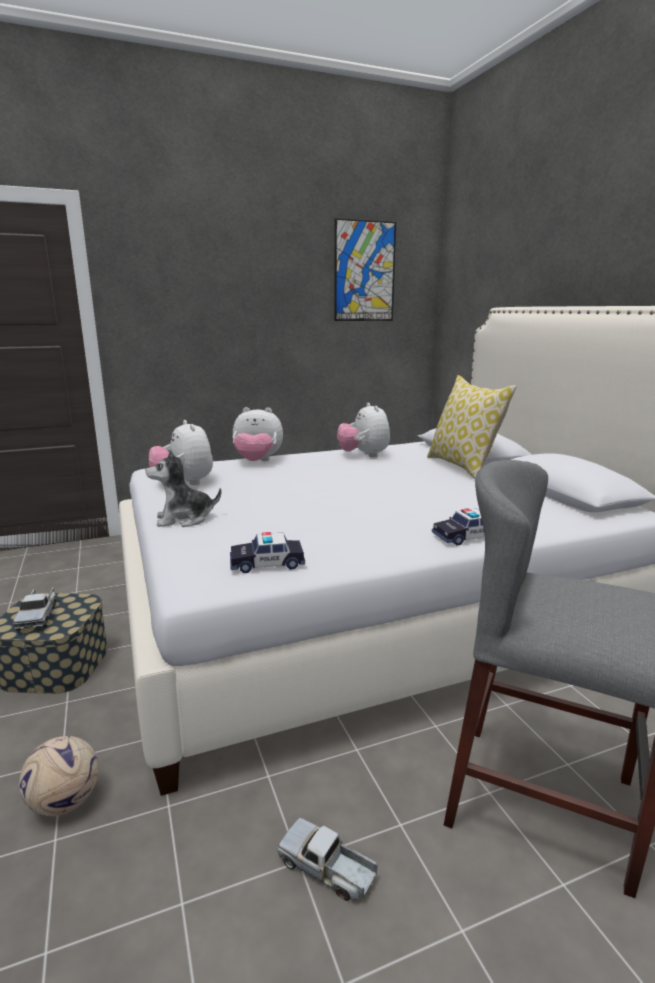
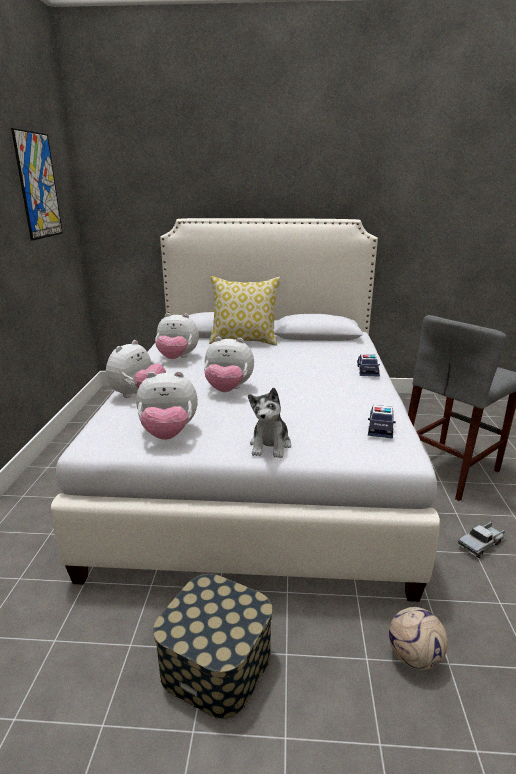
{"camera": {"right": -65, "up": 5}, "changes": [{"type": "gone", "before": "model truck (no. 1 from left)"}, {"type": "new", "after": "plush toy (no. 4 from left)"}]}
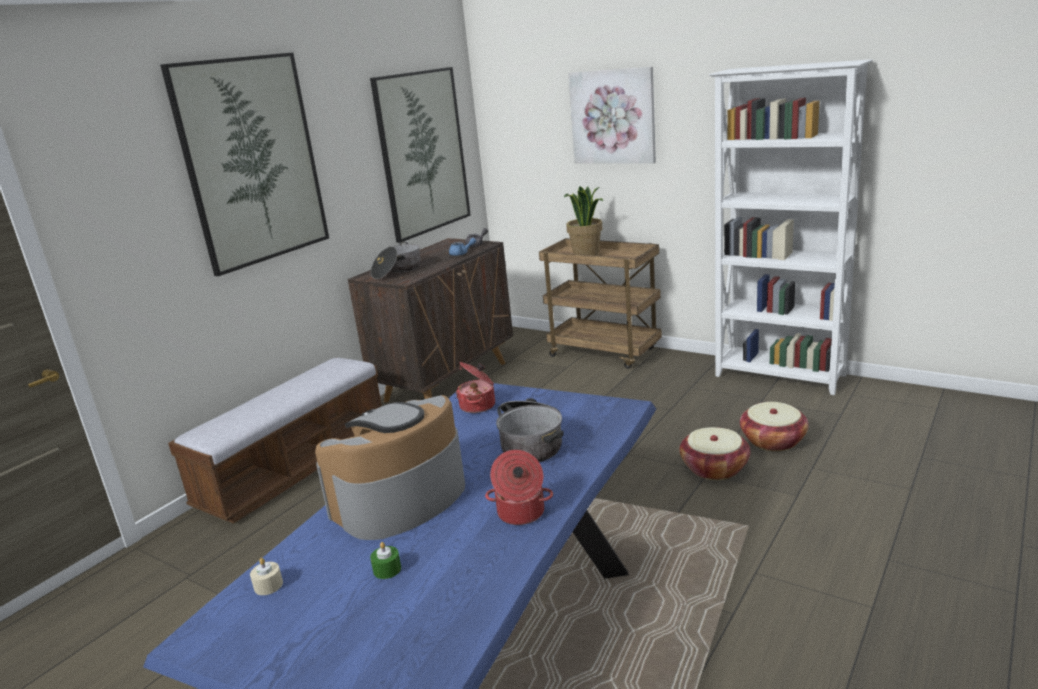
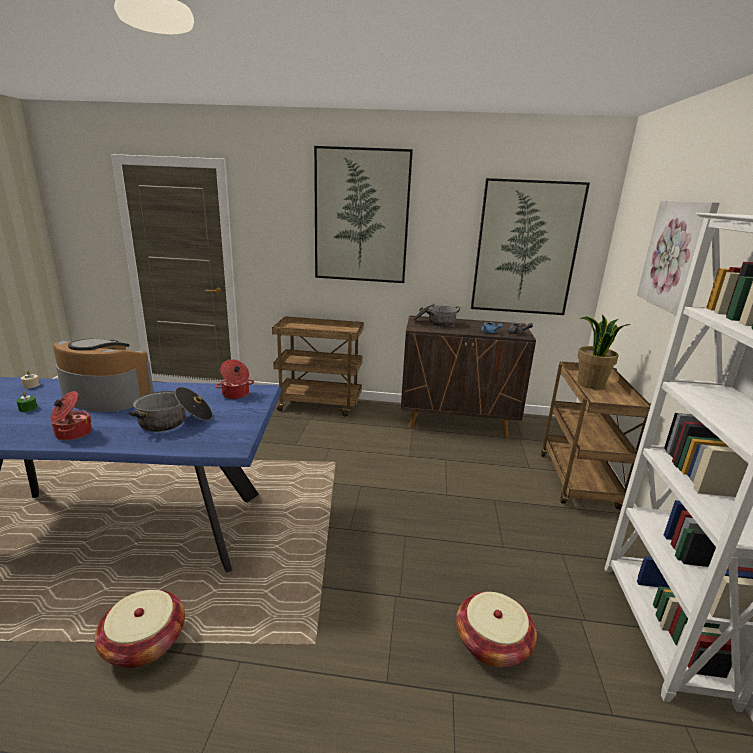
{"camera": {"right": 60, "up": 0}, "changes": [{"type": "shifted", "before": "storage basket (no. 1 from left)"}, {"type": "swapped", "before": "long seat", "after": "cart in brownish (no. 1 from left)"}]}
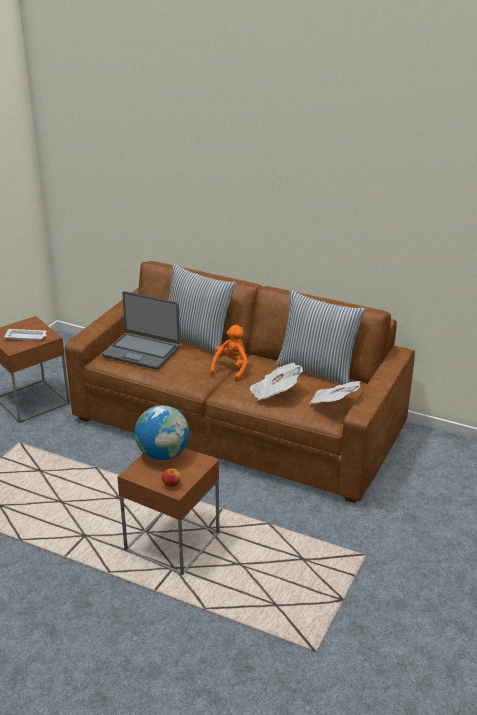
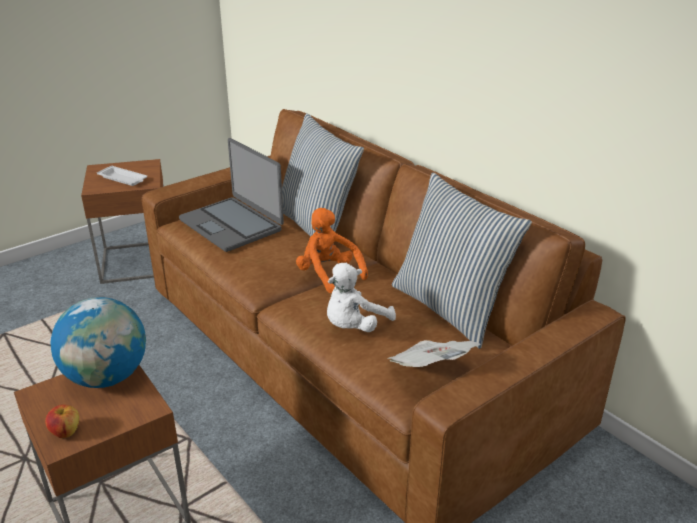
{"camera": {"right": 25, "up": 0}, "changes": [{"type": "swapped", "before": "daily paper (no. 1 from left)", "after": "plush toy in white-coloured"}, {"type": "rotated", "before": "plush toy in orangey", "turn": -90}]}
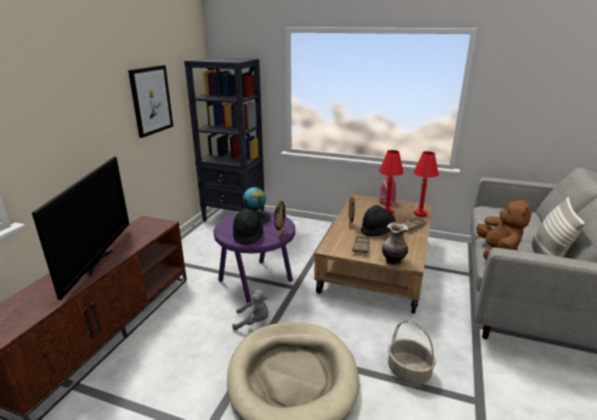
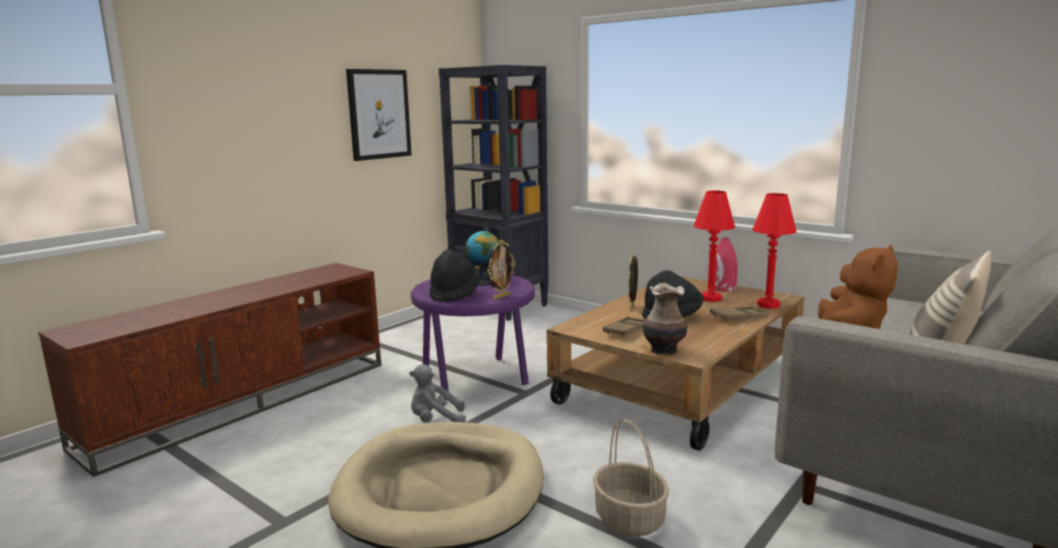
{"camera": {"right": 20, "up": -10}, "changes": [{"type": "gone", "before": "TV"}, {"type": "rotated", "before": "plush toy in grey", "turn": 150}]}
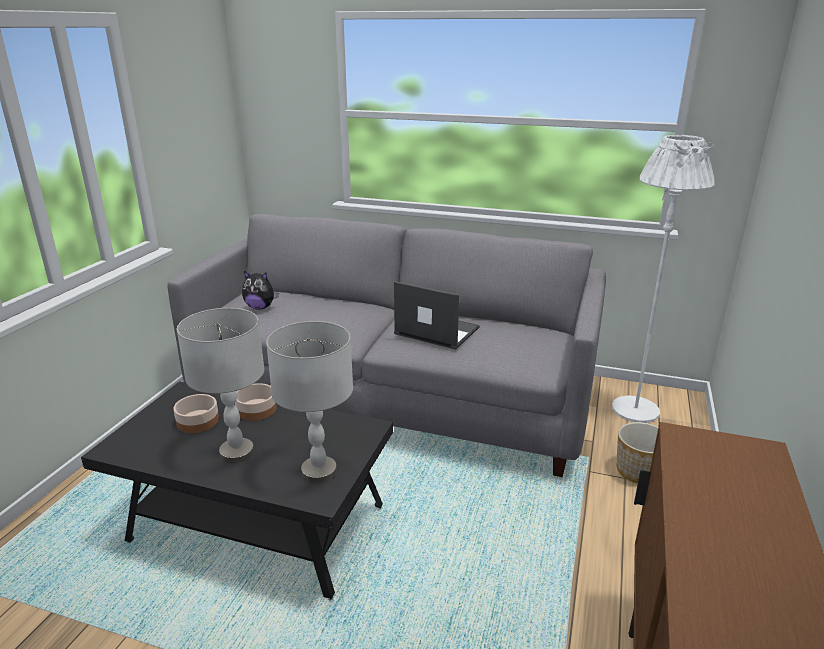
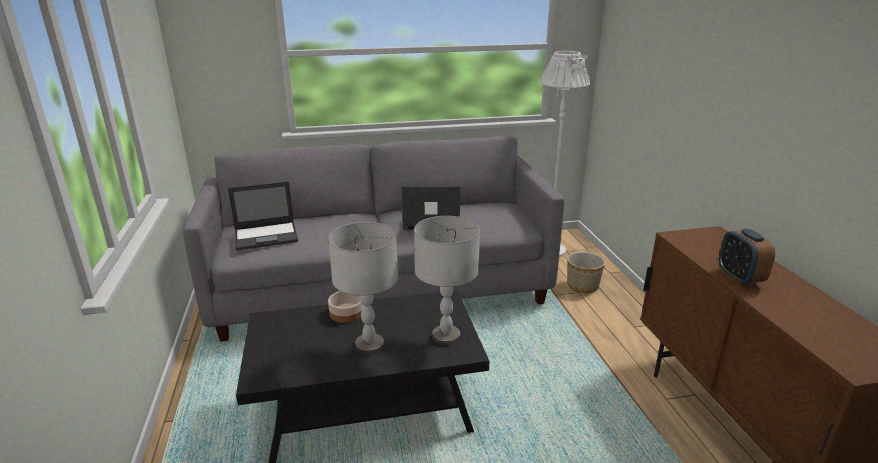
{"camera": {"right": -30, "up": 0}, "changes": [{"type": "gone", "before": "deep dish (no. 1 from left)"}, {"type": "new", "after": "bedside clock"}, {"type": "swapped", "before": "plush toy", "after": "notebook computer (no. 1 from left)"}]}
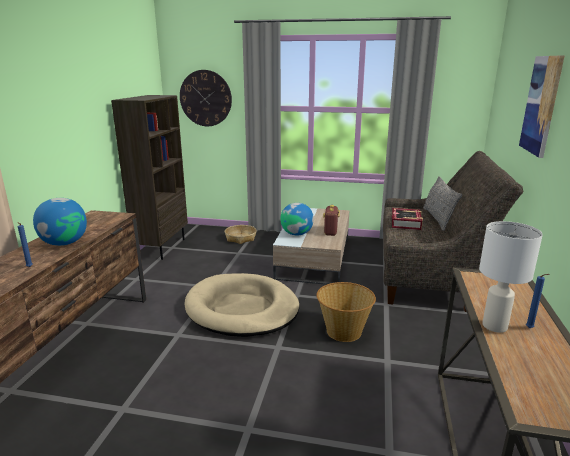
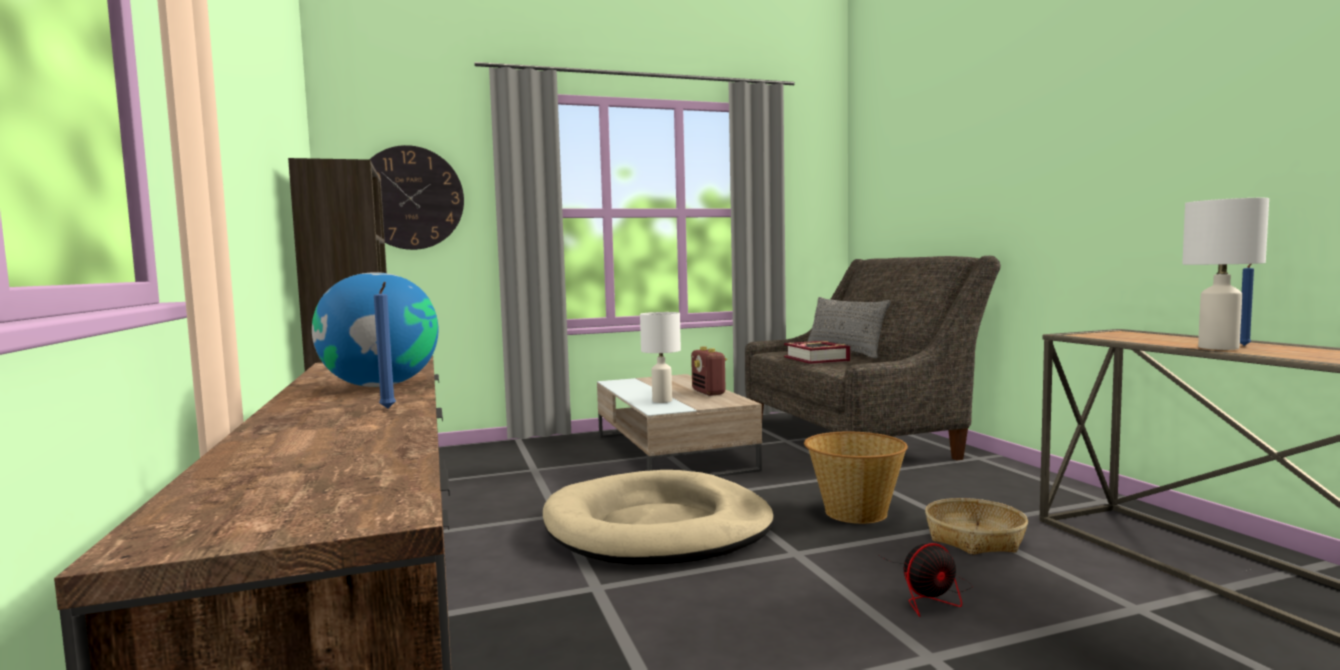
{"camera": {"right": -30, "up": -15}, "changes": [{"type": "gone", "before": "picture"}, {"type": "new", "after": "electric fan"}, {"type": "shifted", "before": "storage basket (no. 1 from left in the first image)", "after": "storage basket (no. 2 from left)"}, {"type": "swapped", "before": "globe (no. 2 from left)", "after": "lamp for a table in white-coloured (no. 1 from left)"}]}
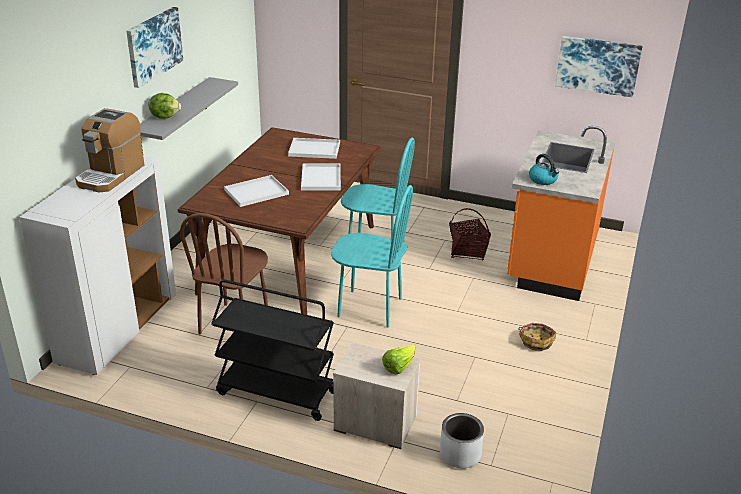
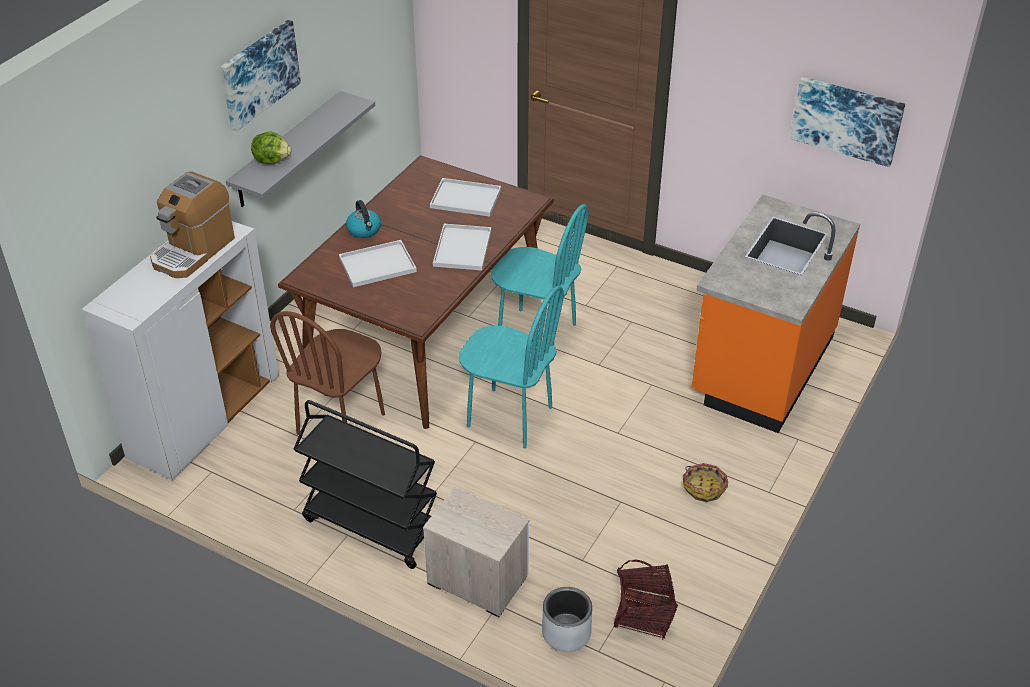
{"camera": {"right": 10, "up": 10}, "changes": [{"type": "gone", "before": "head of lettuce (no. 2 from left)"}, {"type": "shifted", "before": "storage basket (no. 1 from left)"}, {"type": "shifted", "before": "water kettle"}]}
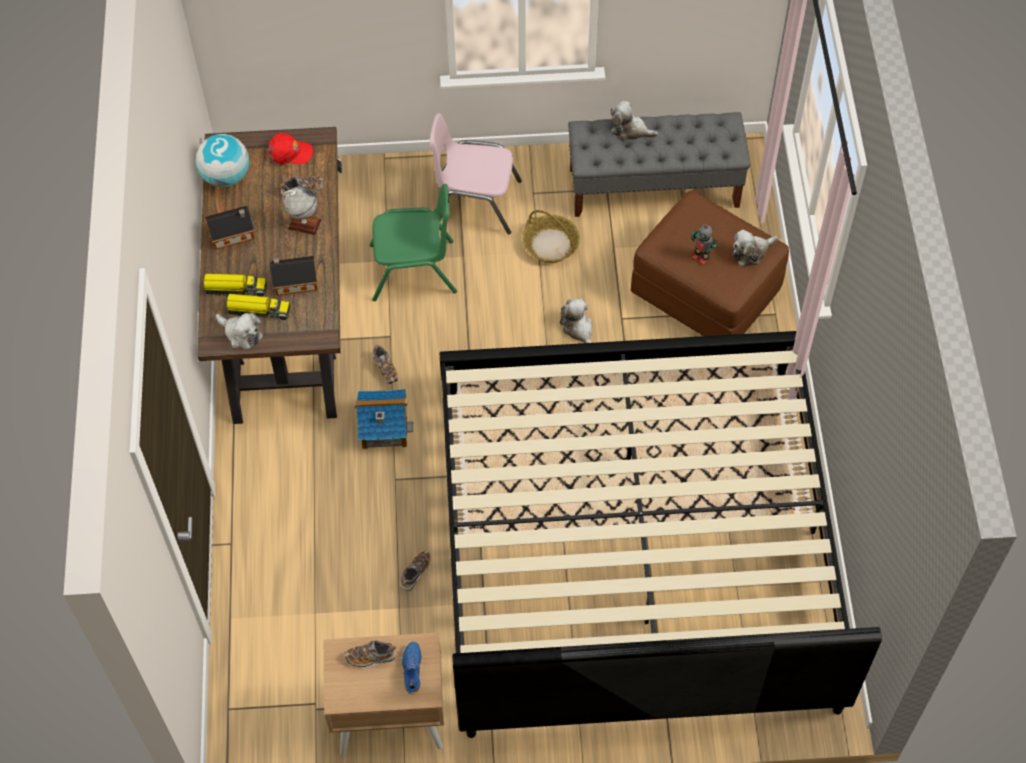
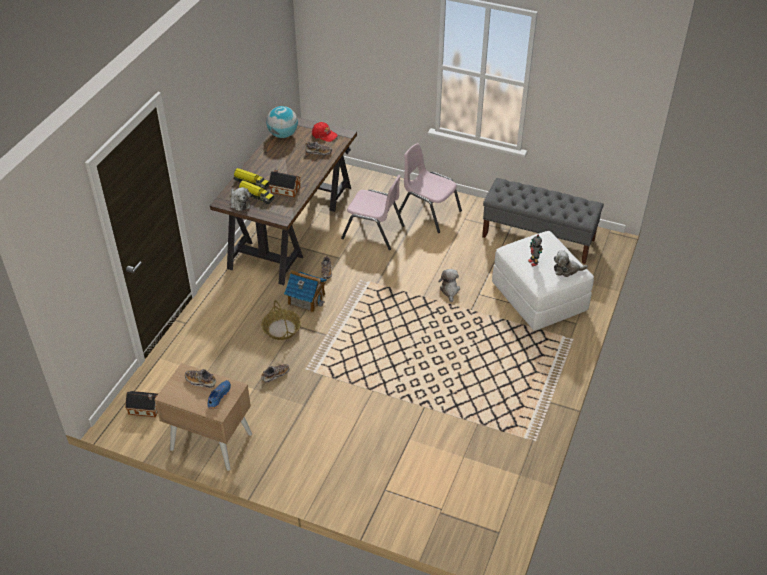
{"camera": {"right": 25, "up": -15}, "changes": [{"type": "gone", "before": "globe (no. 2 from left)"}, {"type": "gone", "before": "sleeping bed"}, {"type": "gone", "before": "plush toy (no. 3 from left)"}, {"type": "shifted", "before": "toy house (no. 1 from left)"}, {"type": "shifted", "before": "storage basket"}, {"type": "repainted", "before": "plain chair in green-coloured", "after": "plain chair in pink-coloured (no. 1 from left)"}, {"type": "repainted", "before": "footrest in brownish", "after": "footrest in white-coloured"}]}
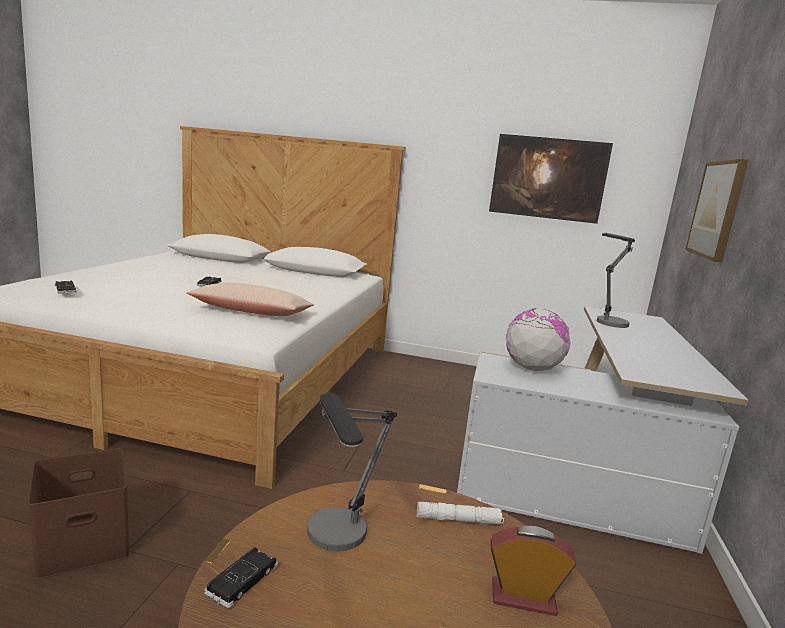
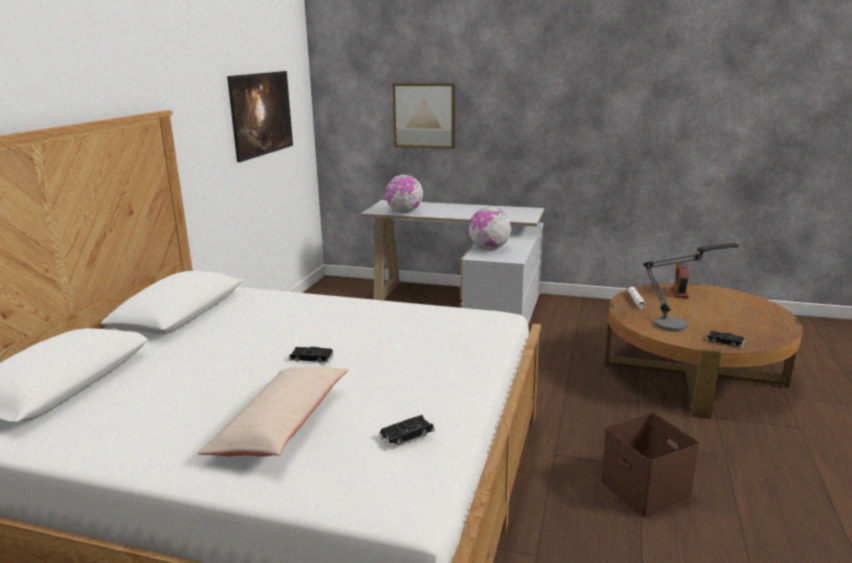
{"camera": {"right": -85, "up": 5}, "changes": [{"type": "shifted", "before": "throw pillow in beige"}, {"type": "swapped", "before": "lamp for a table (no. 2 from left)", "after": "globe (no. 1 from left)"}]}
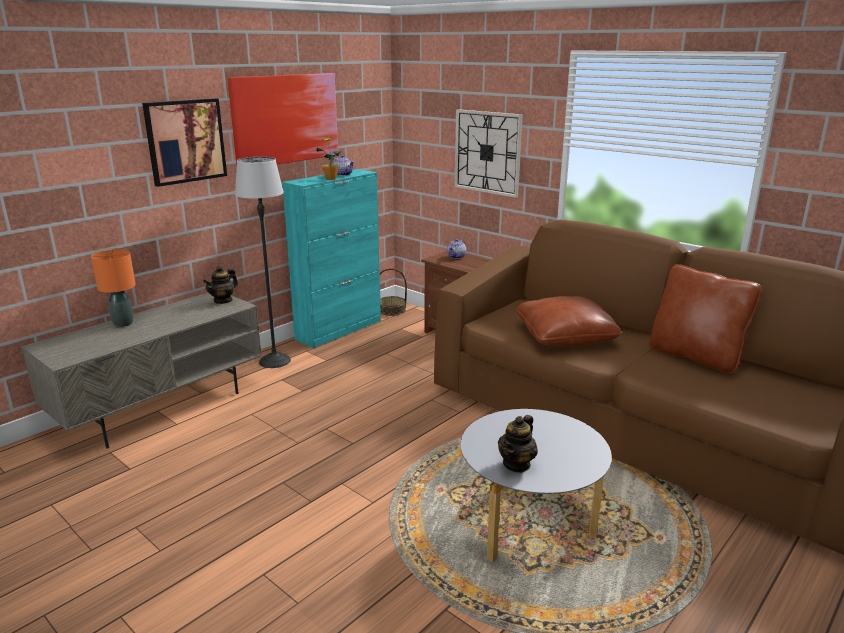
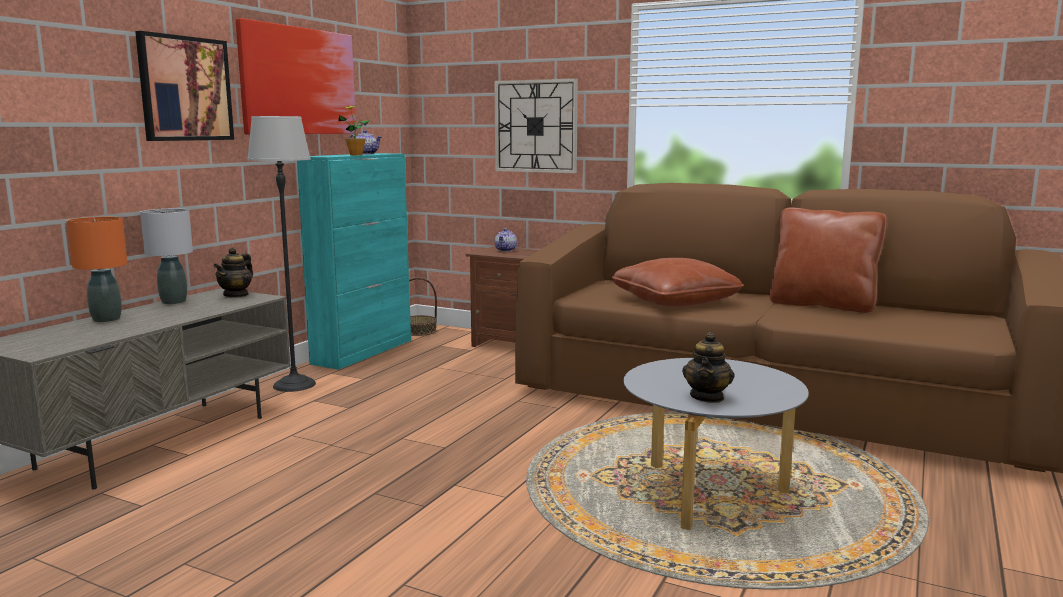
{"camera": {"right": -15, "up": -10}, "changes": [{"type": "new", "after": "lamp for a table in grey"}]}
